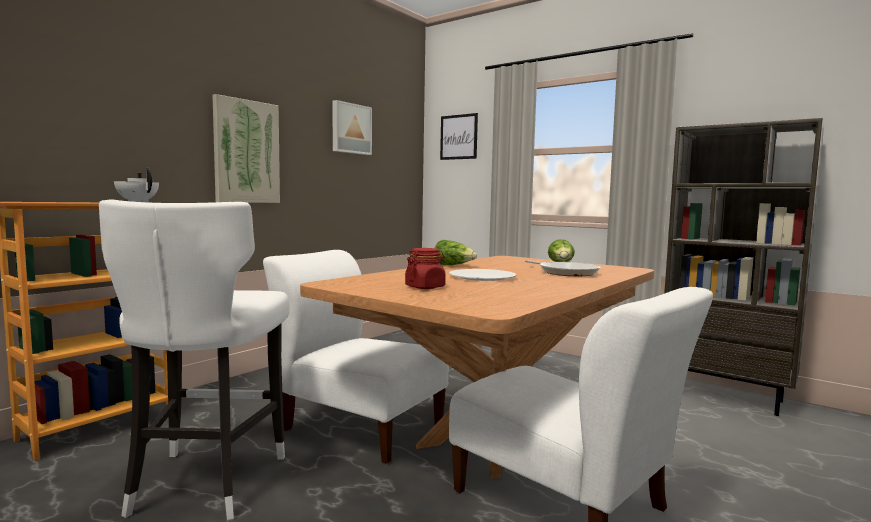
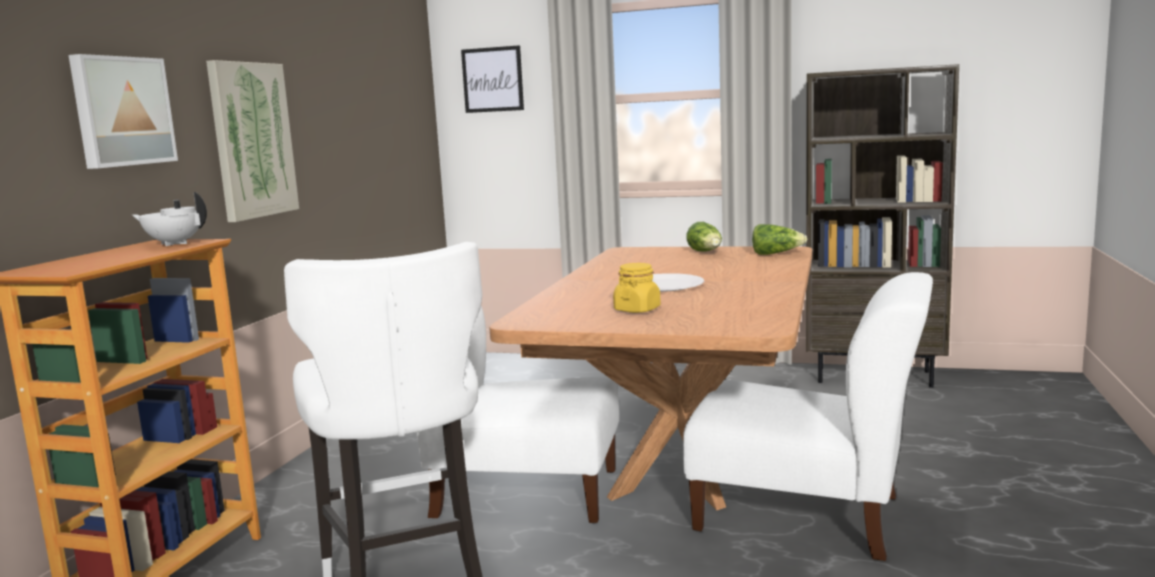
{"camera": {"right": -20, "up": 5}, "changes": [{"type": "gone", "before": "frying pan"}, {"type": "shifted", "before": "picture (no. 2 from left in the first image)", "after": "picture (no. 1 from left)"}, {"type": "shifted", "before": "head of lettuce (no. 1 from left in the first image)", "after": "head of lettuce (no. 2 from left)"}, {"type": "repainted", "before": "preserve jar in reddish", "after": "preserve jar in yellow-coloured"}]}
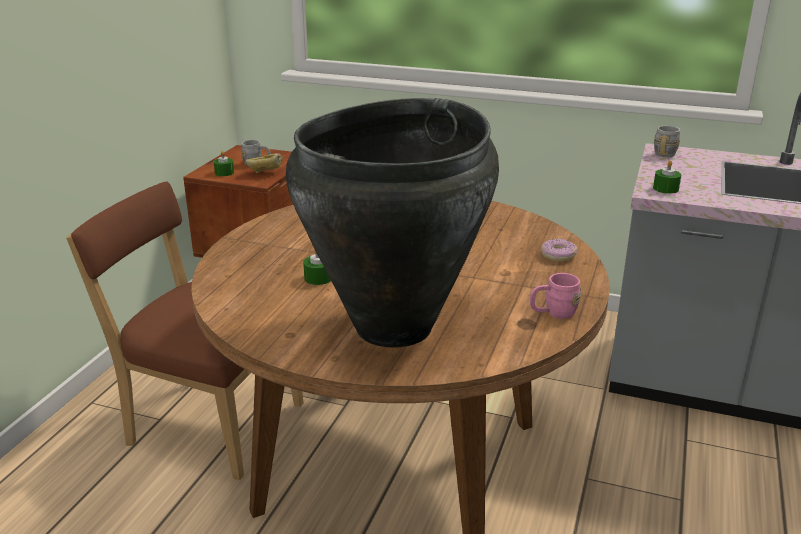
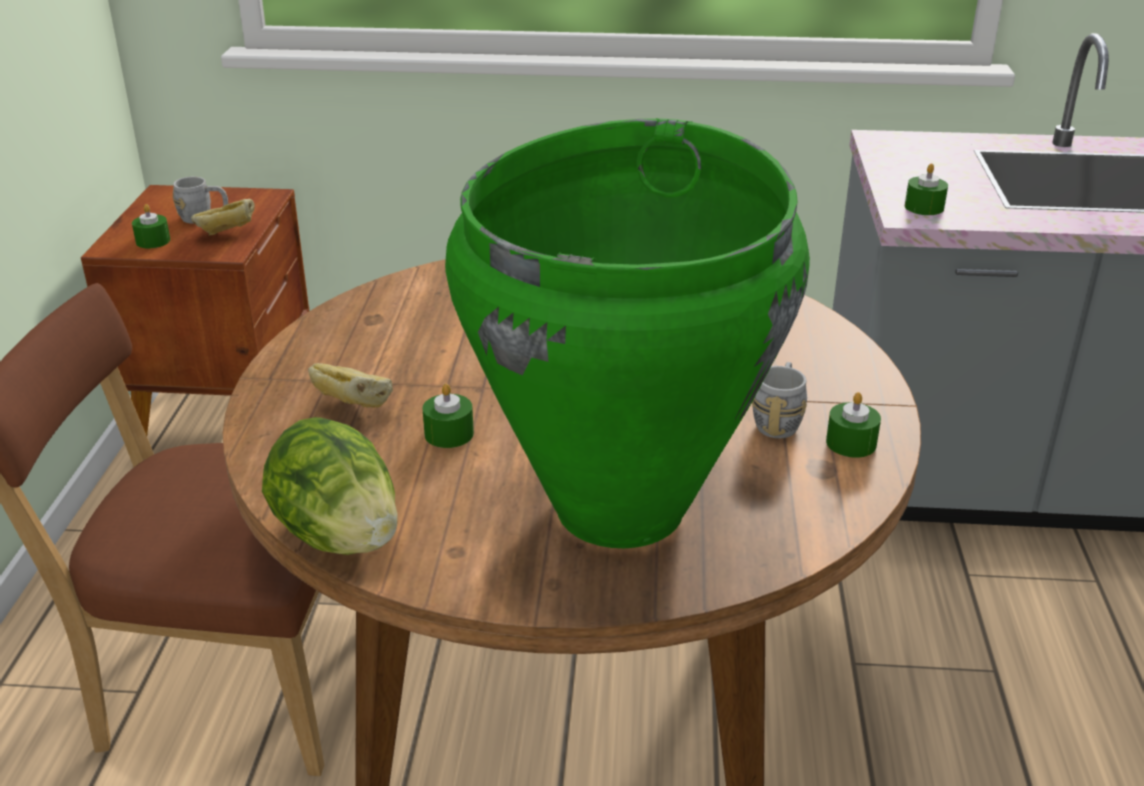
{"camera": {"right": -15, "up": 5}, "changes": [{"type": "gone", "before": "ring doughnut"}, {"type": "new", "after": "head of lettuce"}, {"type": "new", "after": "baked bread (no. 2 from left)"}, {"type": "shifted", "before": "tea mug in grey (no. 2 from left)"}, {"type": "swapped", "before": "tea mug in pink-coloured", "after": "wax light in green-coloured (no. 3 from left)"}, {"type": "repainted", "before": "decorative vase in black", "after": "decorative vase in green-coloured"}]}
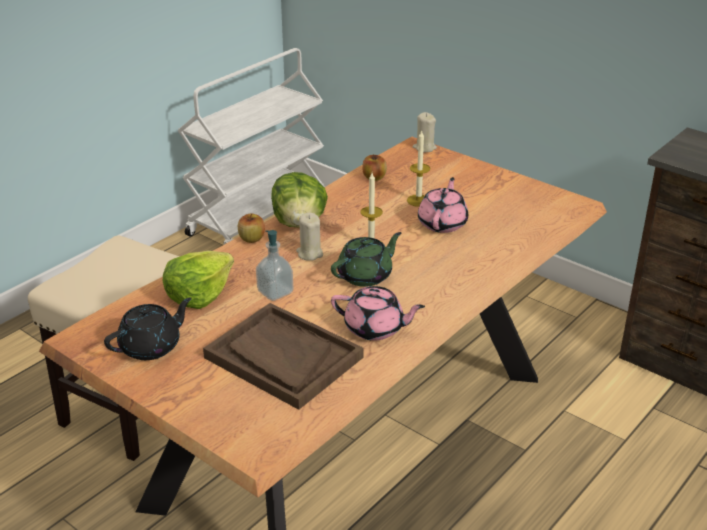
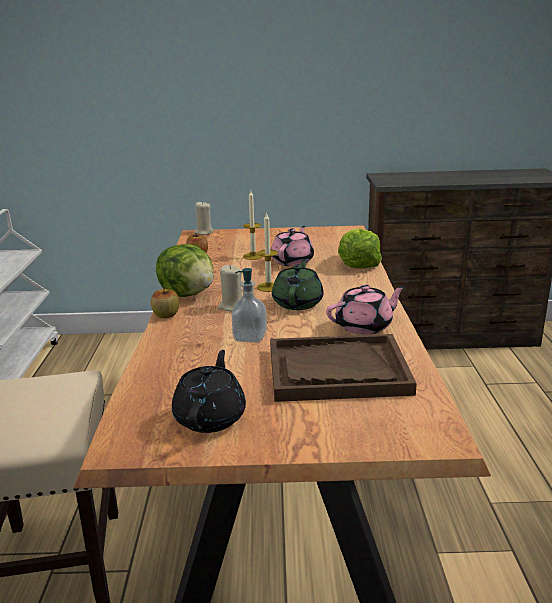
{"camera": {"right": -40, "up": -10}, "changes": [{"type": "shifted", "before": "head of lettuce (no. 1 from left in the first image)", "after": "head of lettuce (no. 2 from left)"}, {"type": "rotated", "before": "teapot in pink-coloured (no. 2 from left in the first image)", "turn": 45}]}
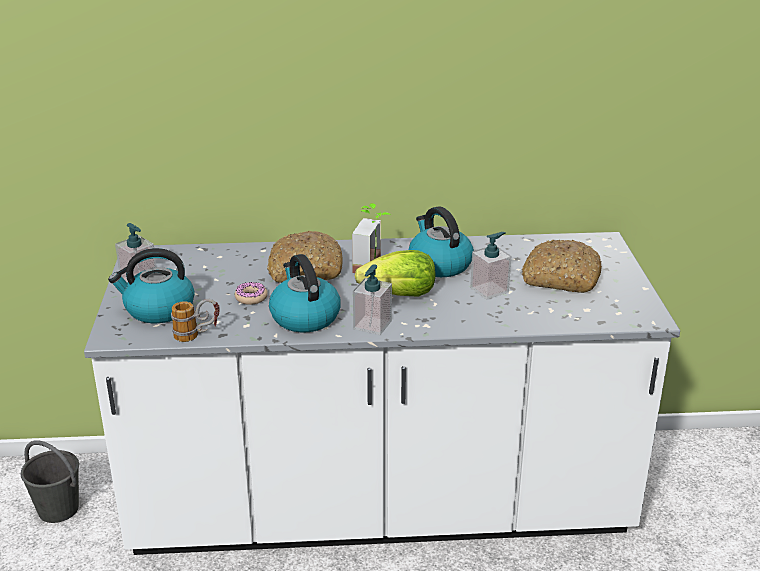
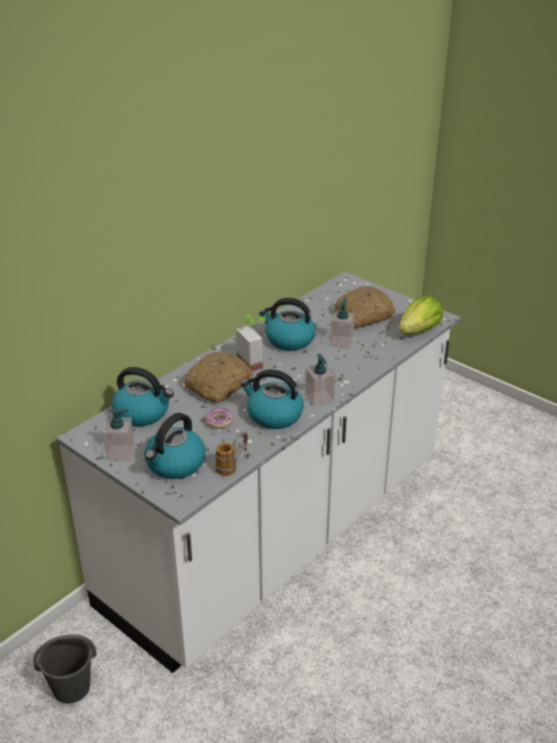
{"camera": {"right": -45, "up": 5}, "changes": [{"type": "new", "after": "water kettle (no. 1 from left)"}, {"type": "shifted", "before": "head of lettuce"}]}
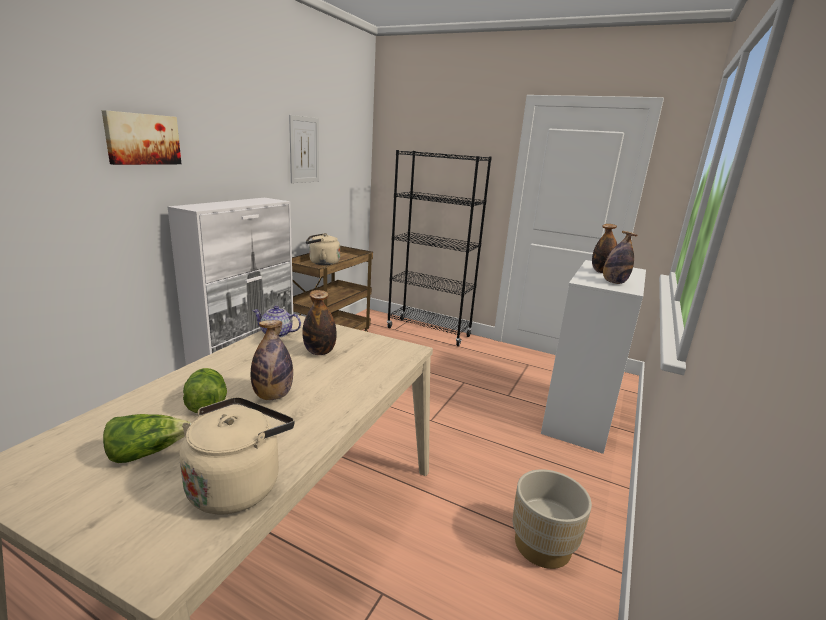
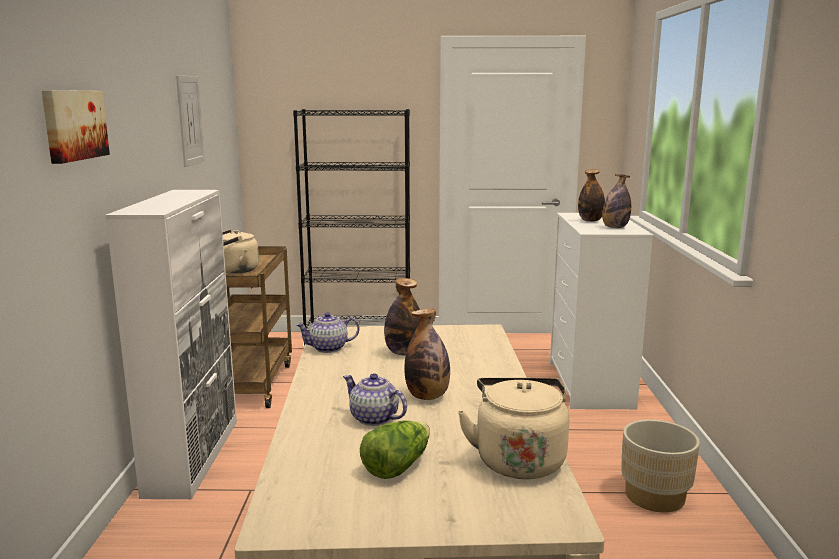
{"camera": {"right": -25, "up": -5}, "changes": [{"type": "swapped", "before": "head of lettuce (no. 2 from left)", "after": "teapot (no. 2 from left)"}]}
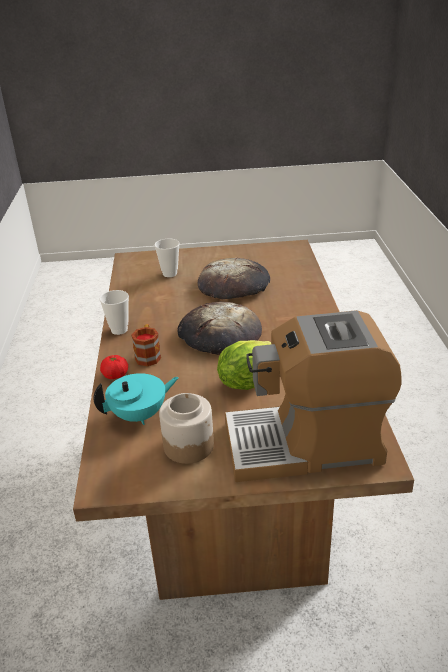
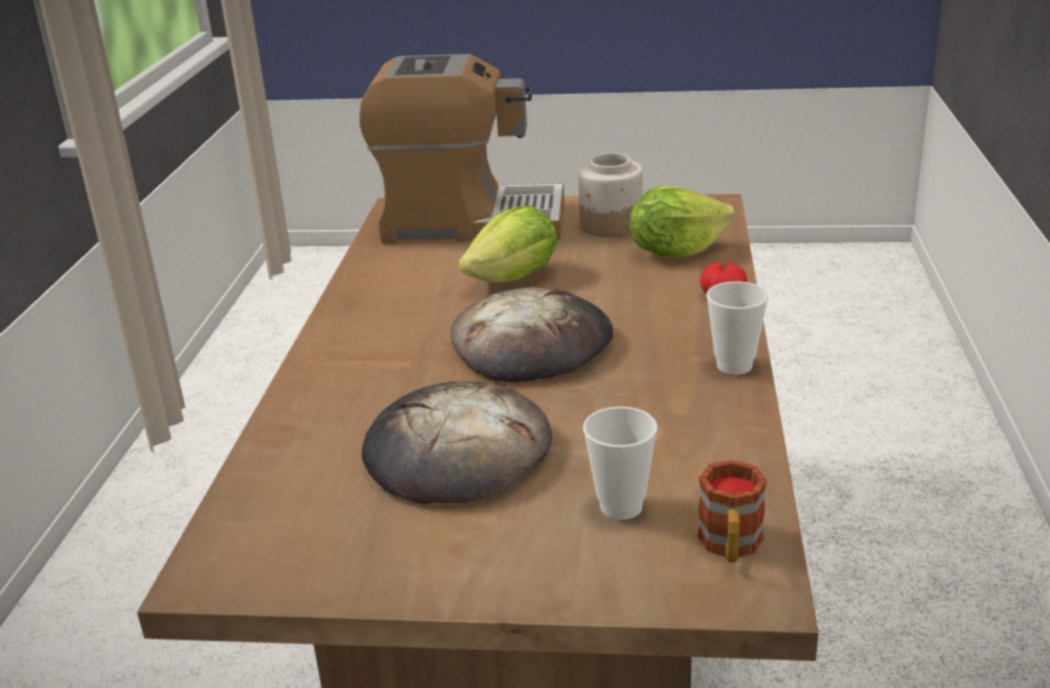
{"camera": {"right": -170, "up": -5}, "changes": [{"type": "shifted", "before": "tea mug"}, {"type": "swapped", "before": "teapot in blue-green", "after": "head of lettuce (no. 2 from left)"}]}
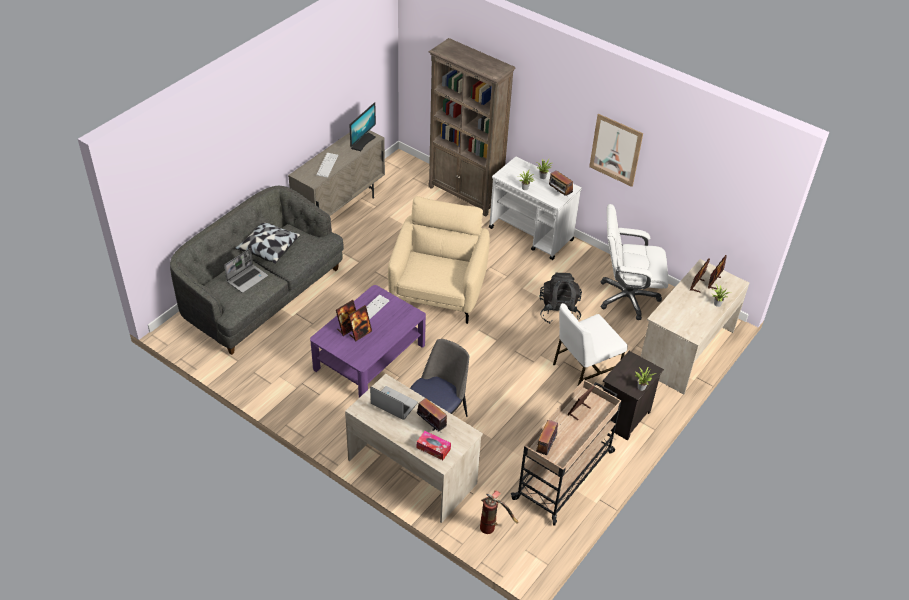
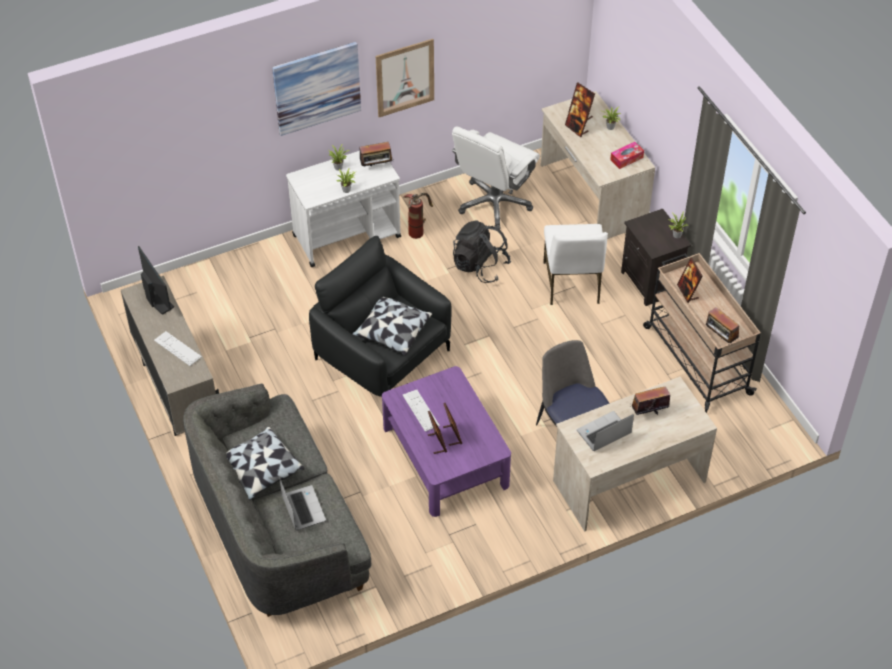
{"camera": {"right": -60, "up": 5}, "changes": [{"type": "gone", "before": "shelving unit in brownish"}, {"type": "new", "after": "picture (no. 1 from left)"}, {"type": "new", "after": "throw pillow (no. 2 from left)"}, {"type": "shifted", "before": "tissue holder"}, {"type": "shifted", "before": "fire-fighting cylinder"}, {"type": "repainted", "before": "easy chair in beige", "after": "easy chair in black"}]}
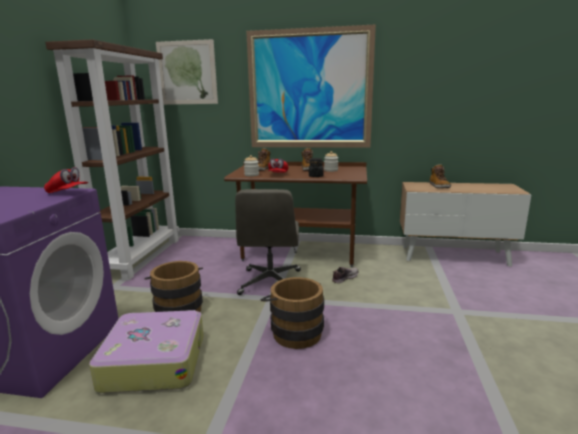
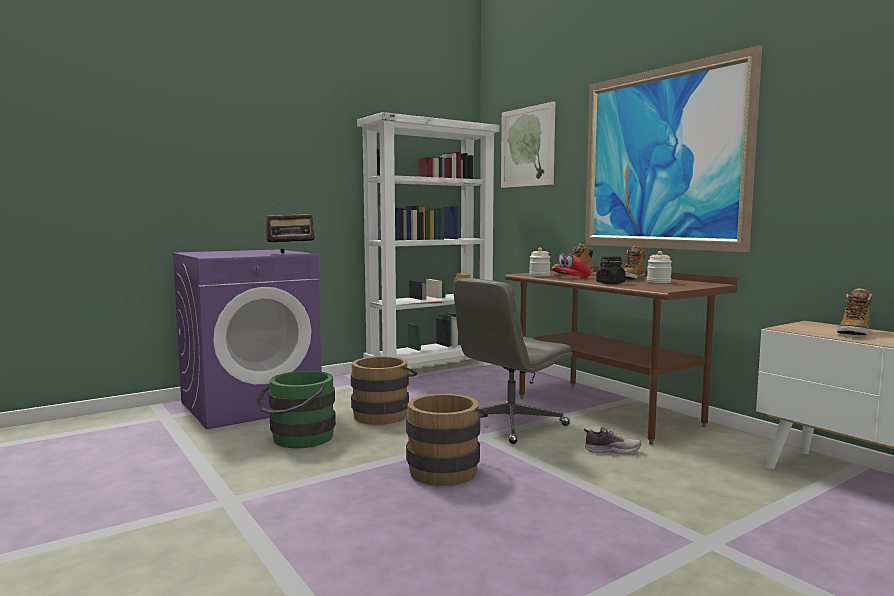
{"camera": {"right": 45, "up": -10}, "changes": [{"type": "swapped", "before": "cap in reddish (no. 1 from left)", "after": "radio set"}, {"type": "swapped", "before": "piece of luggage", "after": "water bucket in green-coloured"}, {"type": "repainted", "before": "shelving unit in brownish", "after": "shelving unit in white-coloured"}]}
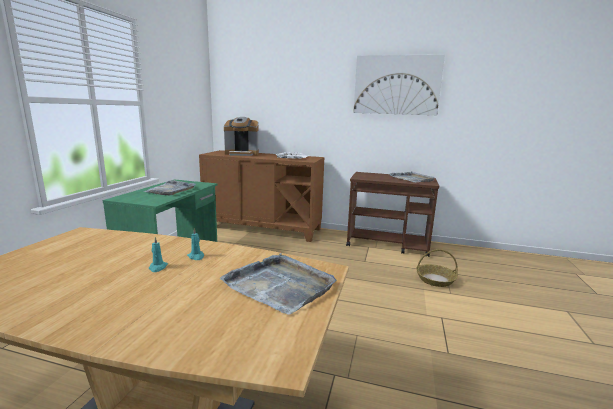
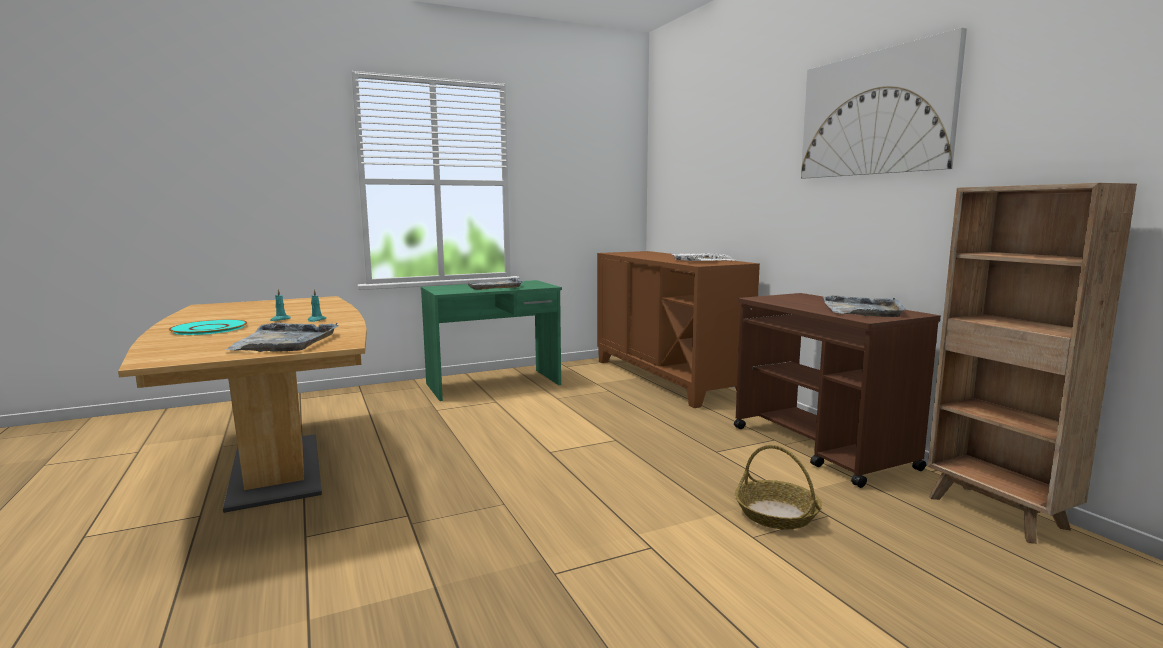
{"camera": {"right": 50, "up": -5}, "changes": [{"type": "gone", "before": "coffee brewer"}, {"type": "new", "after": "flat dish in blue-green"}, {"type": "new", "after": "shelving unit in brownish"}]}
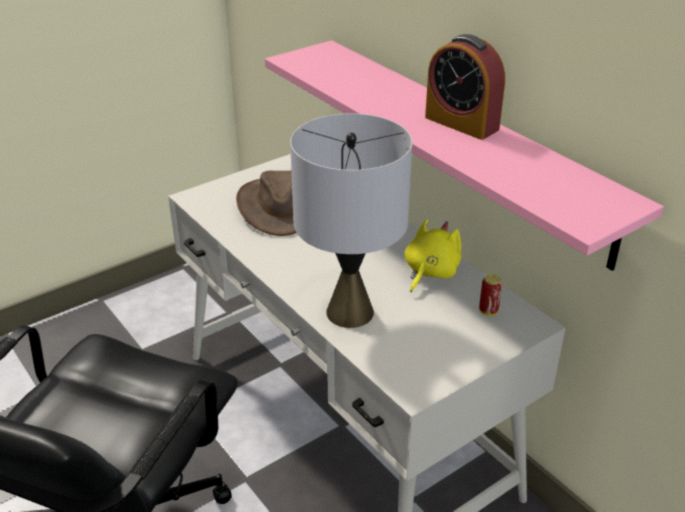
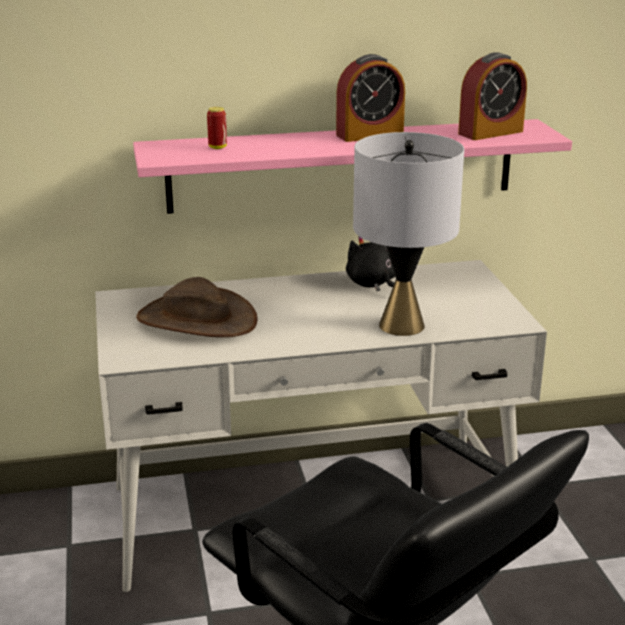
{"camera": {"right": -65, "up": -10}, "changes": [{"type": "new", "after": "bedside clock (no. 2 from left)"}, {"type": "shifted", "before": "can"}, {"type": "repainted", "before": "plush toy in yellow-coloured", "after": "plush toy in black"}]}
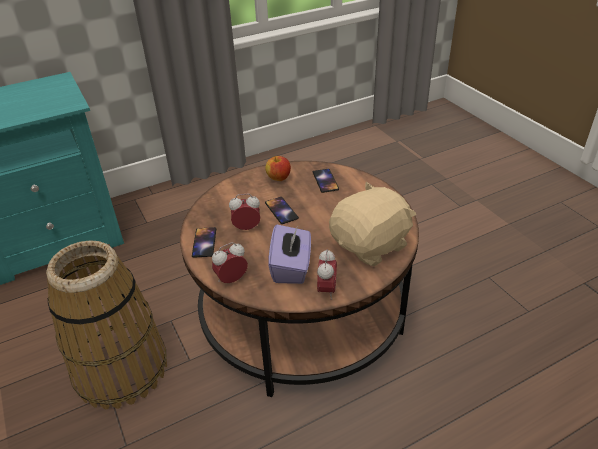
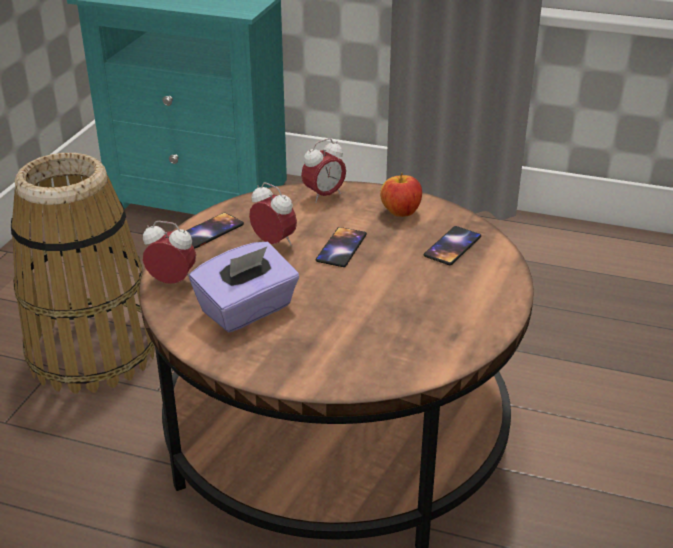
{"camera": {"right": 45, "up": -5}, "changes": [{"type": "gone", "before": "plush toy in beige"}, {"type": "shifted", "before": "bedside clock (no. 3 from left)"}]}
